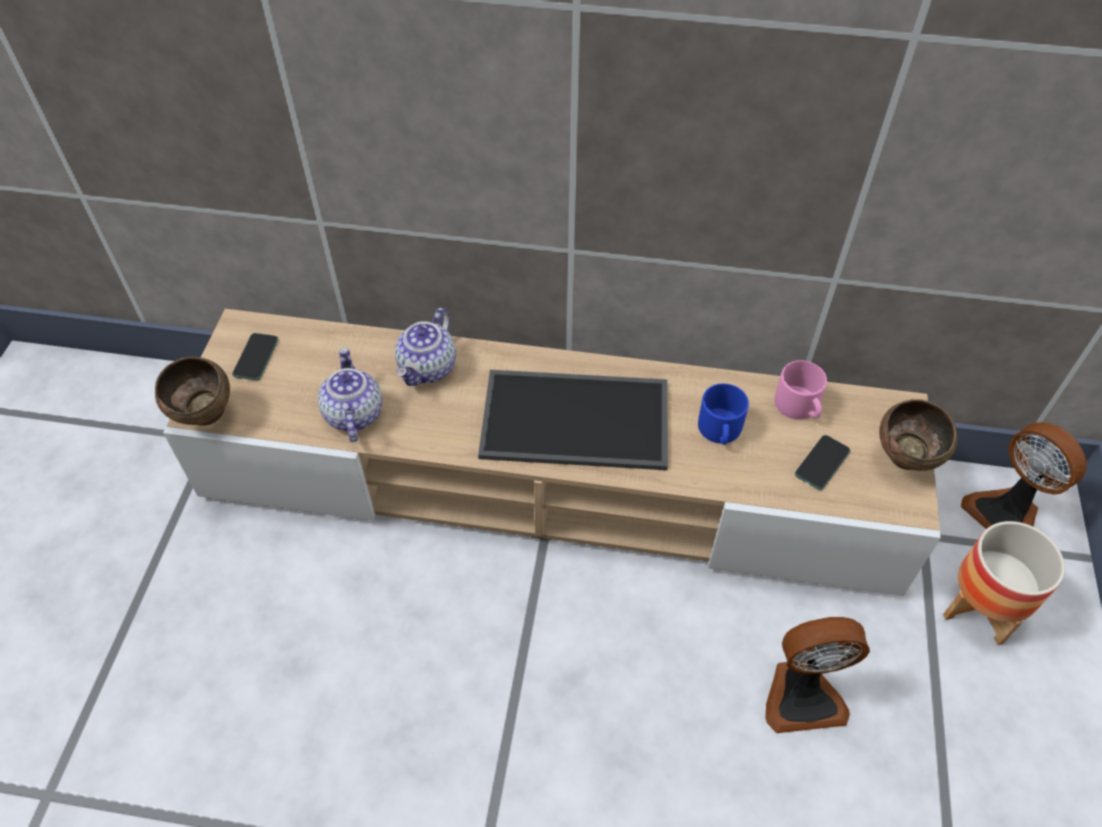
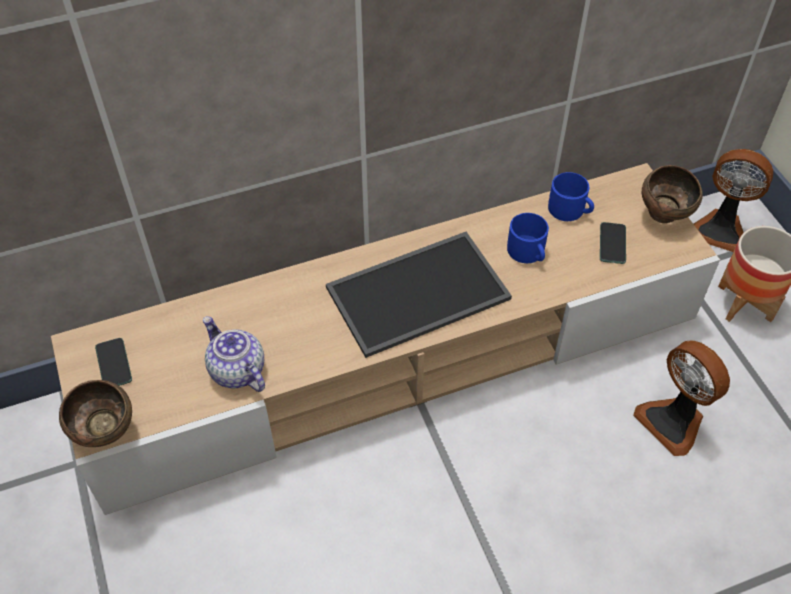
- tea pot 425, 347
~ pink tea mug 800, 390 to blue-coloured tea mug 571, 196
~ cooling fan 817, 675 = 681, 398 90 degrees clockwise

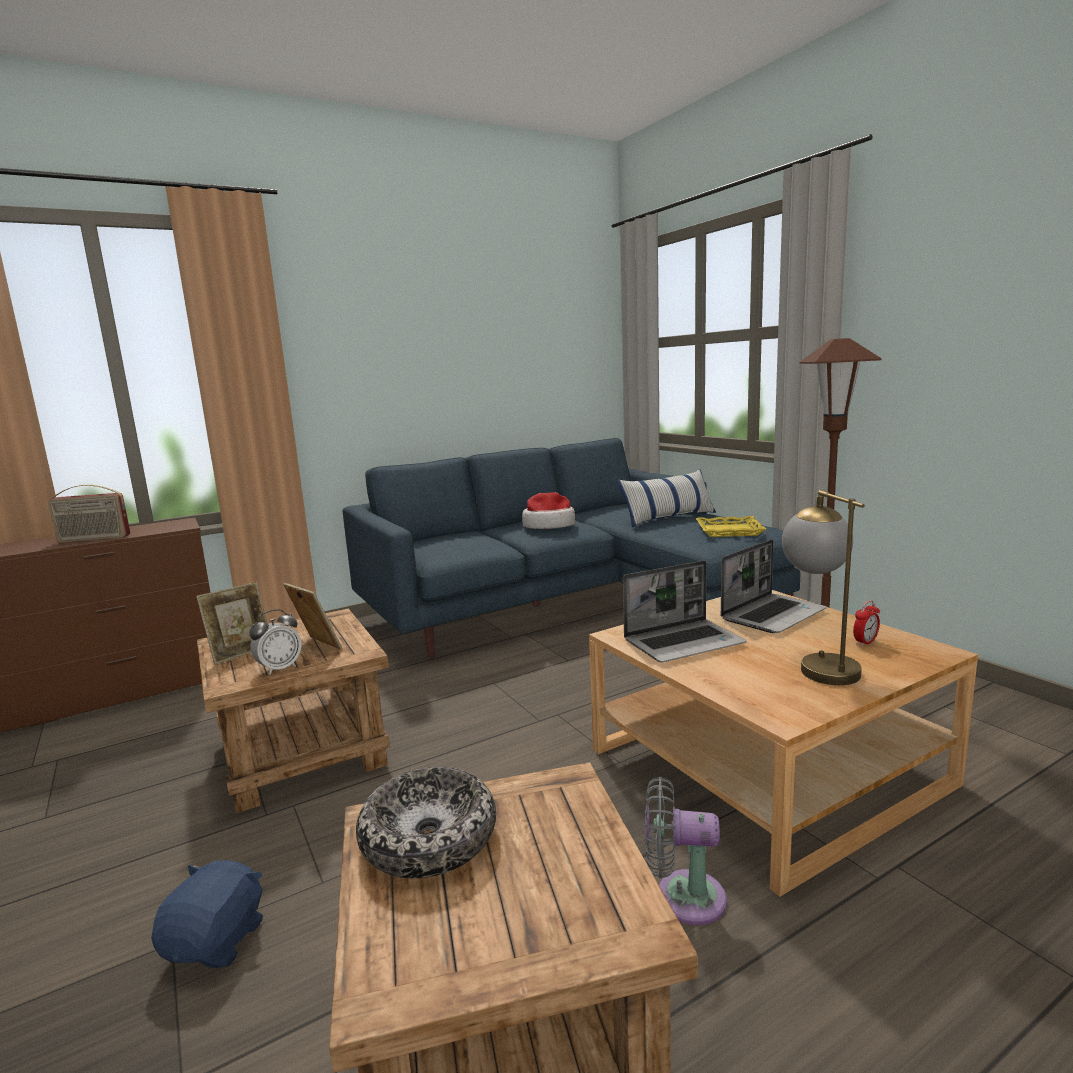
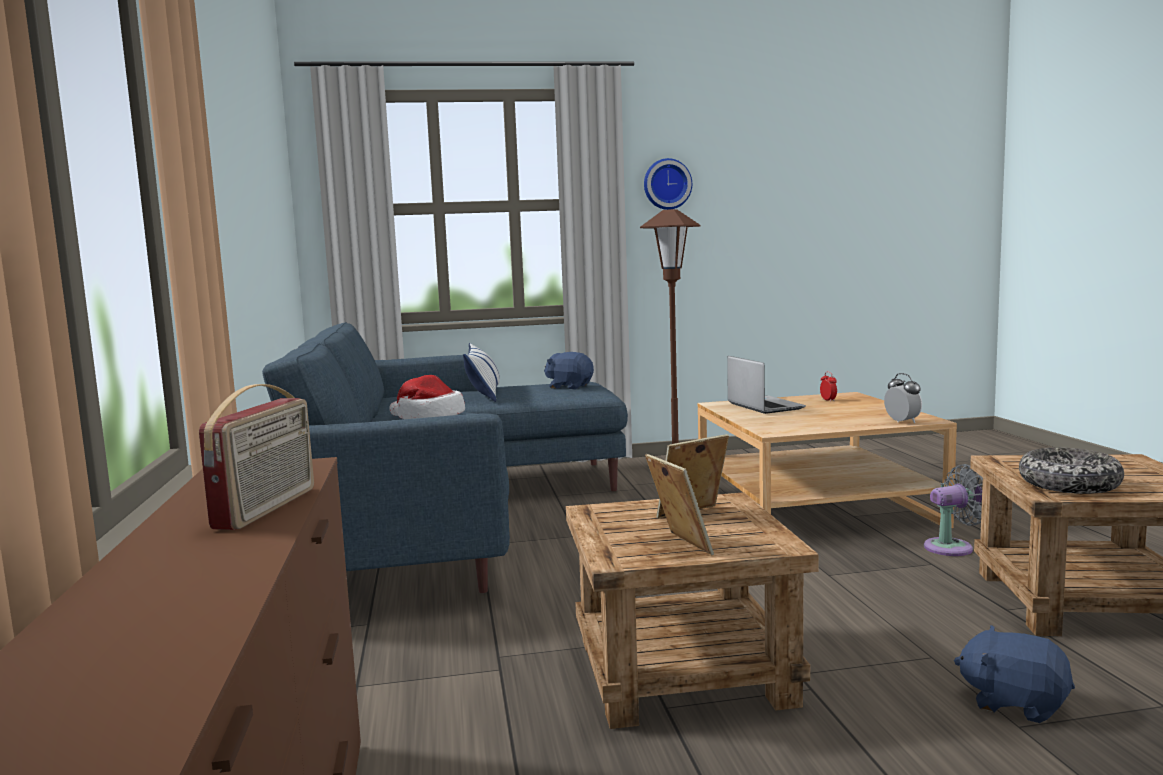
- table lamp 823, 587
~ yellowish serving tray 731, 526 to blue-coloured cuddly toy 569, 370
- portable computer 684, 611
~ table clock 275, 642 to 903, 398
~ gray cooling fan 686, 851 = 953, 510 135 degrees counterclockwise
+ hanging clock 668, 184

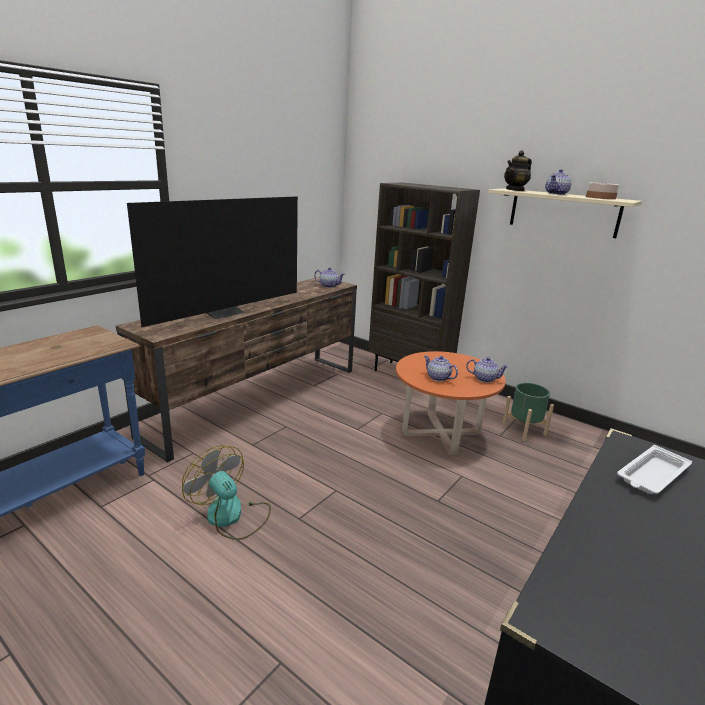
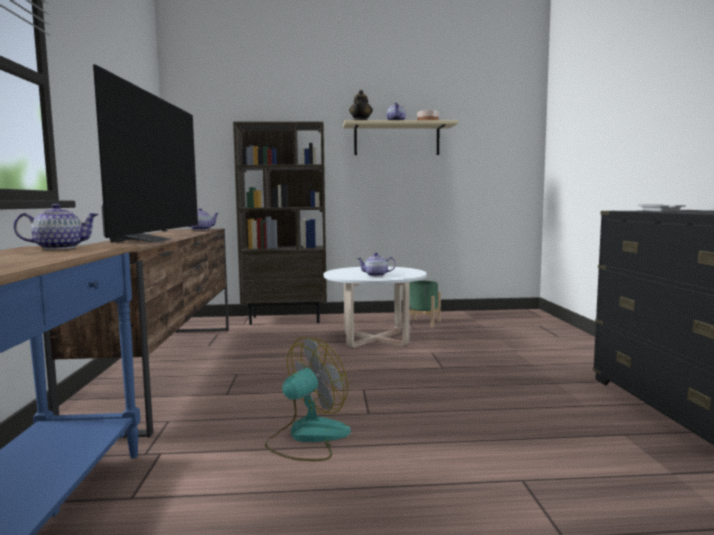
~ orange-coloured coffee table 451, 403 to white-coloured coffee table 375, 307
~ tea pot 487, 370 to 56, 226
~ cooling fan 226, 492 = 308, 399 135 degrees clockwise

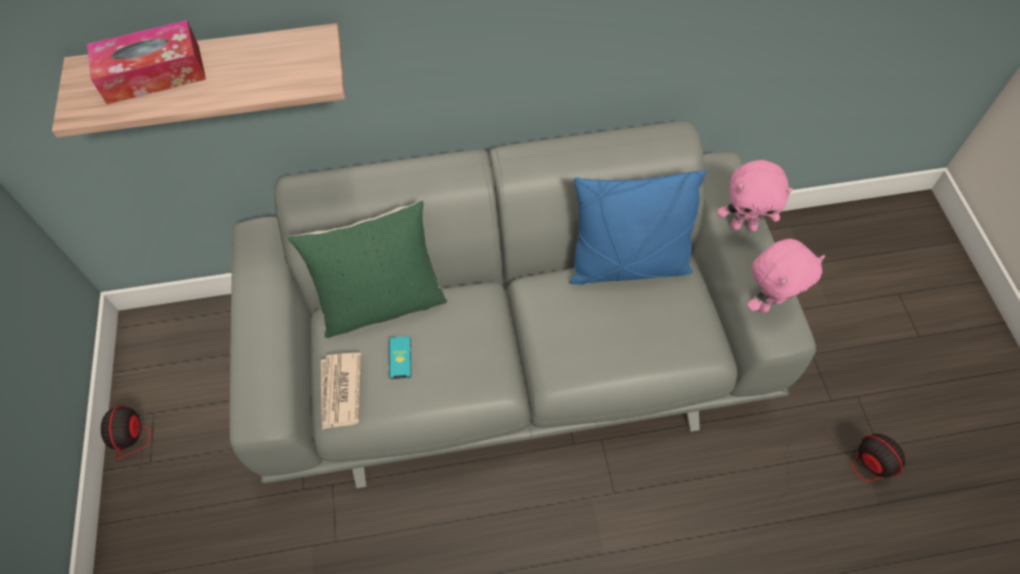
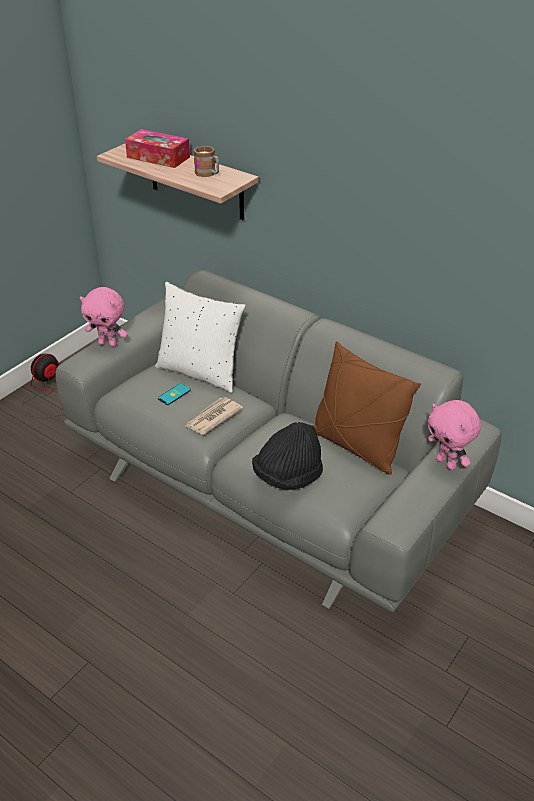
~ blue-coloured cushion 638, 227 to brown cushion 366, 408
~ green cushion 367, 269 to white-coloured cushion 200, 337
~ pink cuddly toy 786, 276 to 104, 317
~ newspaper 341, 391 to 214, 416
- cooling fan 839, 465
+ tea mug 206, 161
+ black-coloured clothing hat 287, 456

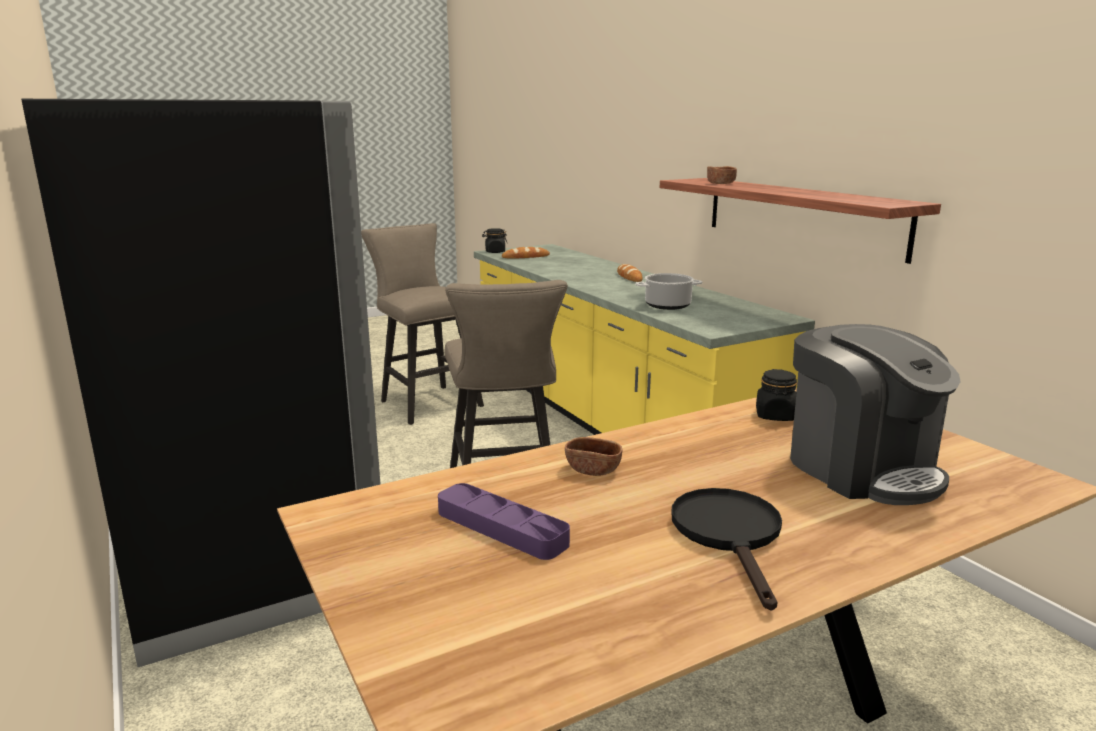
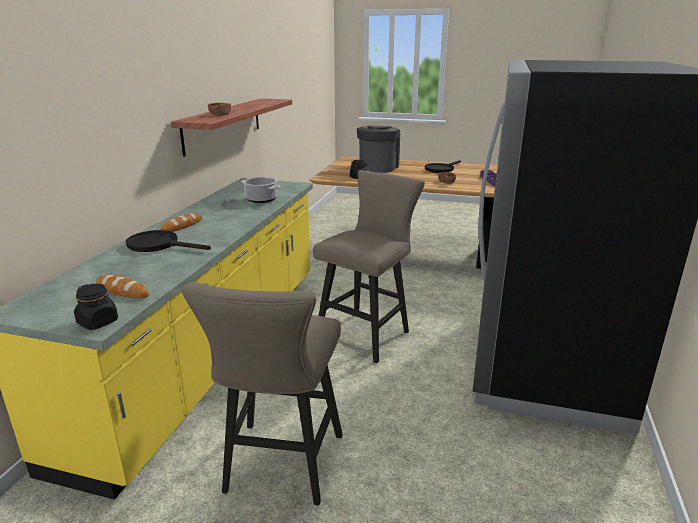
+ black-coloured frying pan 168, 241

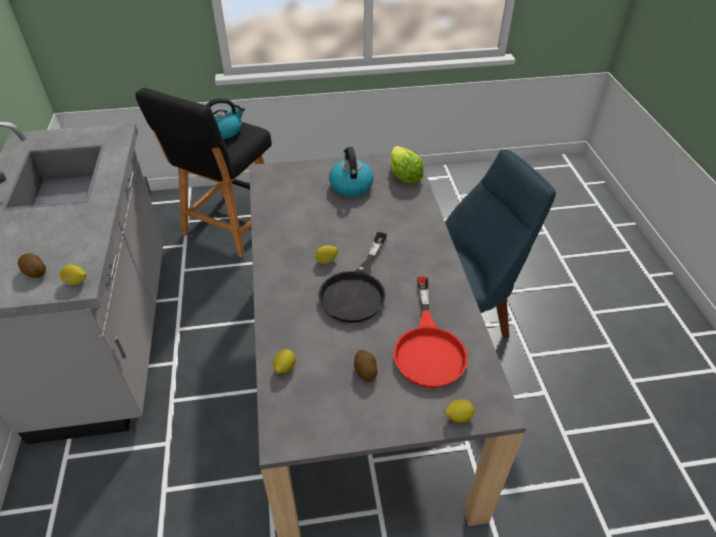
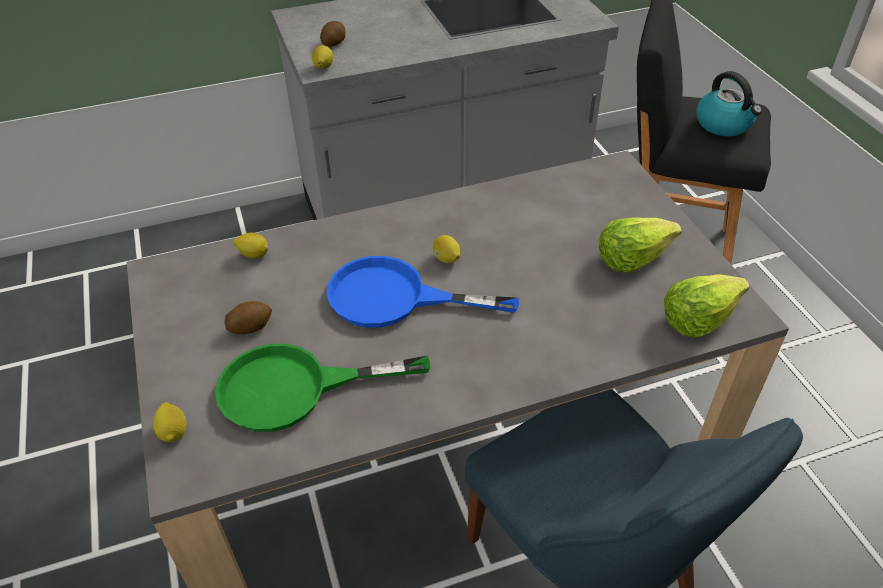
~ tea kettle 351, 172 to lettuce head 640, 245
~ black-coloured frying pan 352, 277 to blue-coloured frying pan 422, 292
~ red frying pan 430, 332 to green frying pan 322, 388

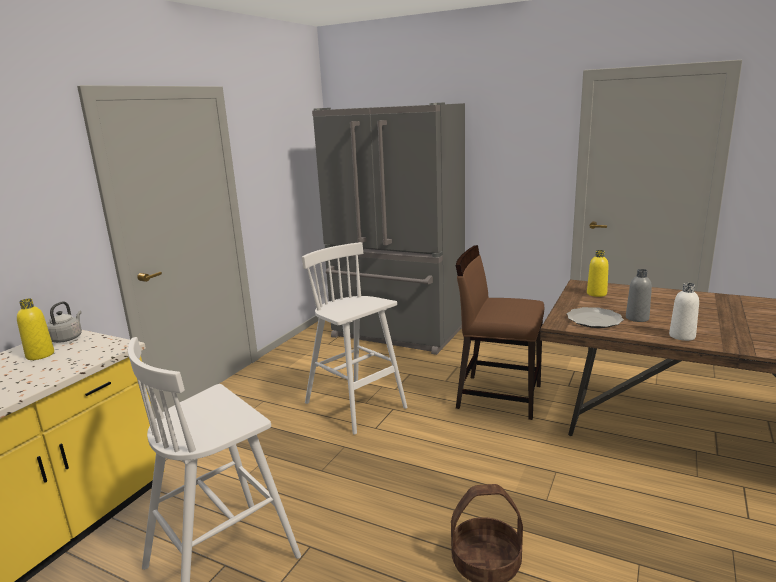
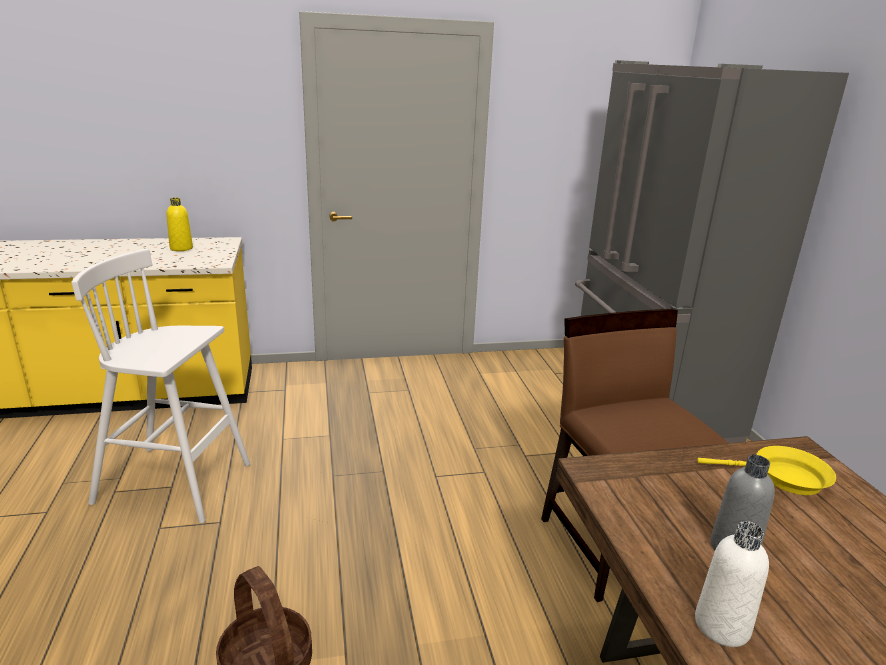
- white-coloured stool seat 354, 338
~ yellowish bottle 598, 273 to yellowish frying pan 767, 470
- gray tea kettle 64, 322
- plate 595, 317

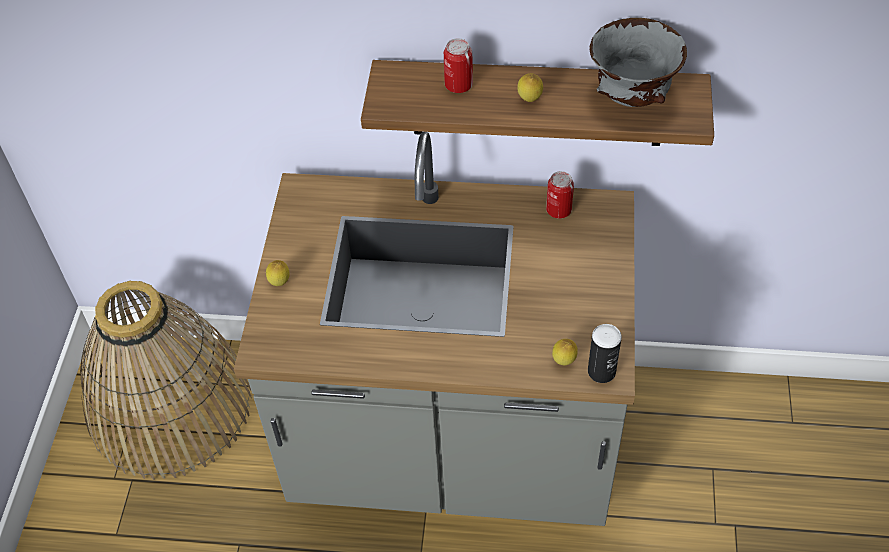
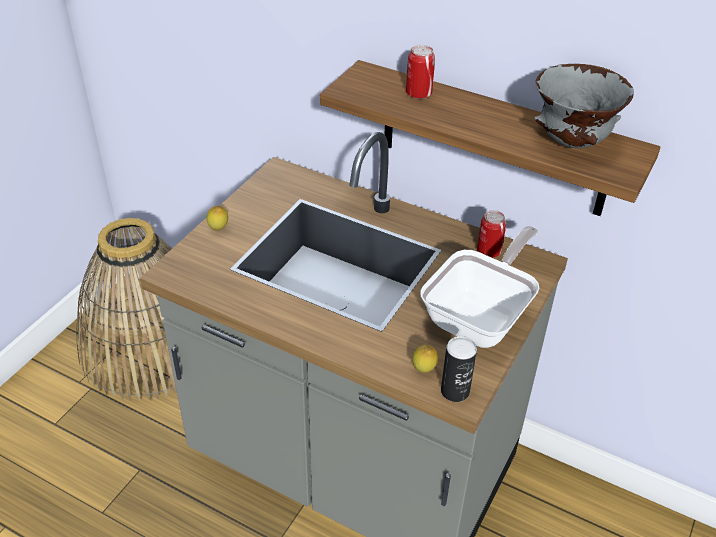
- whole lemon 530, 87
+ frying pan 480, 287

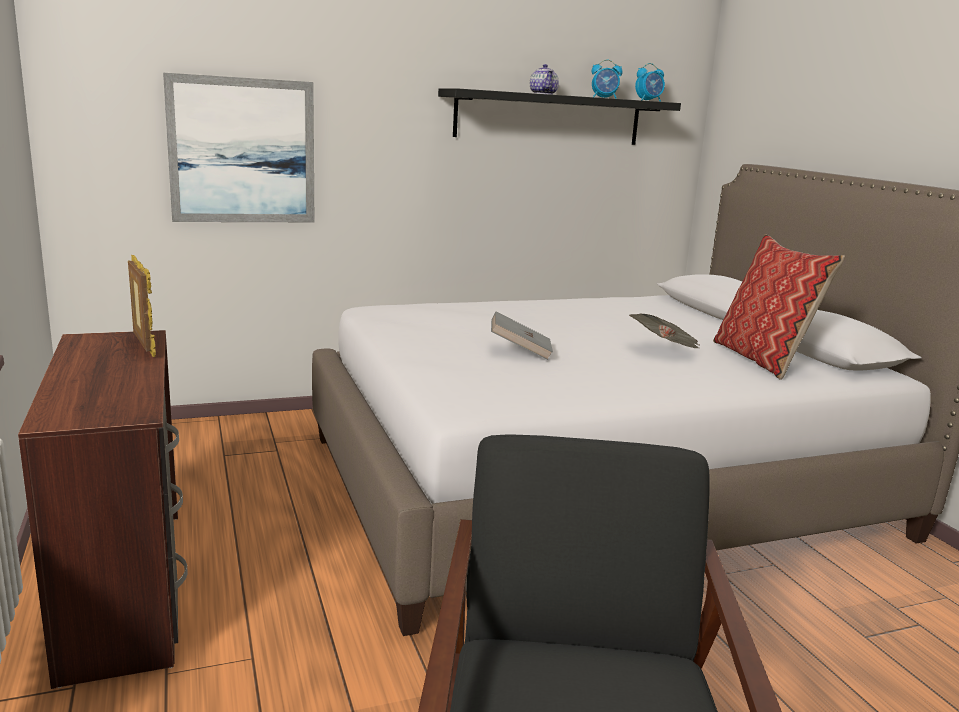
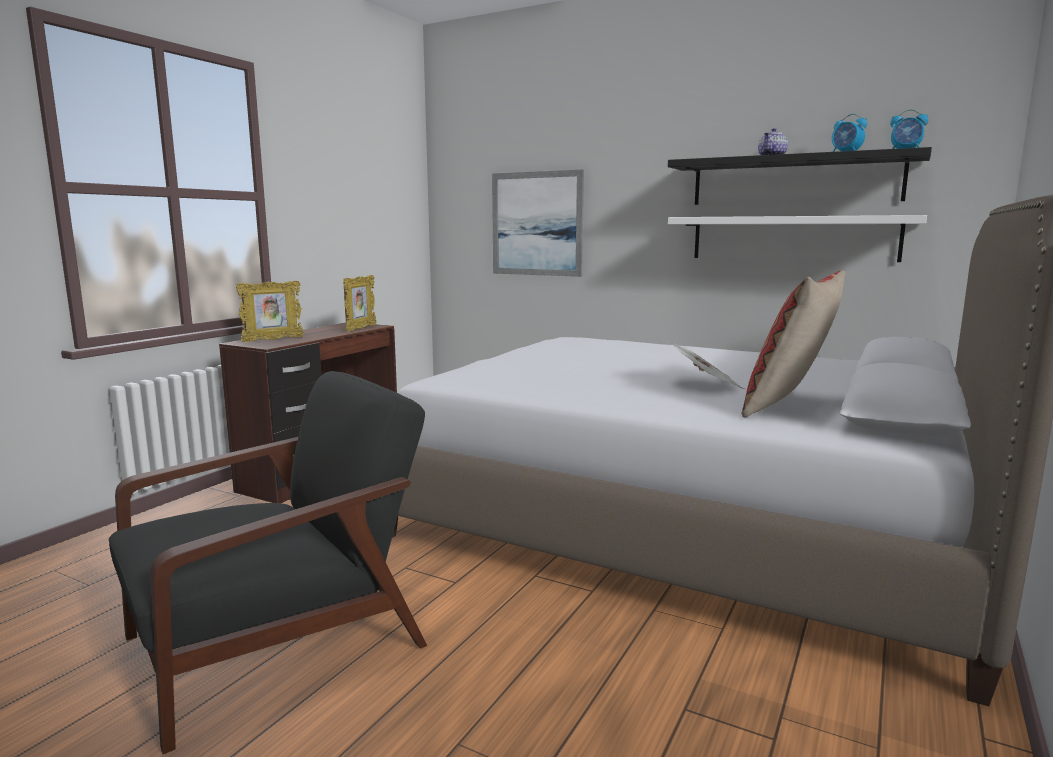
- gray bound book 522, 336
+ white-coloured bracket shelf 797, 238
+ photo frame 270, 311

